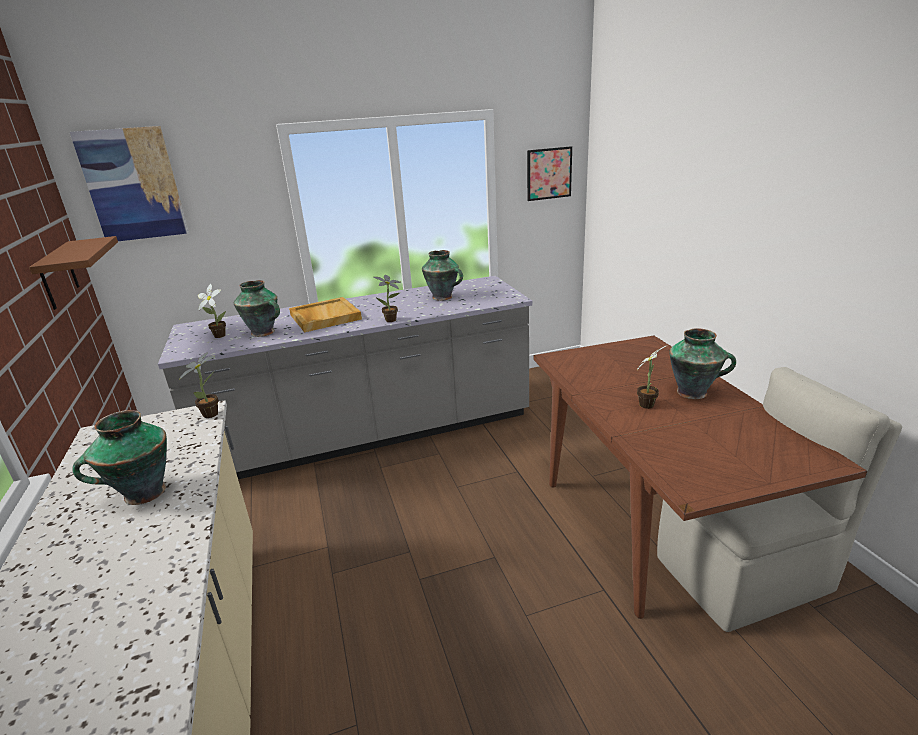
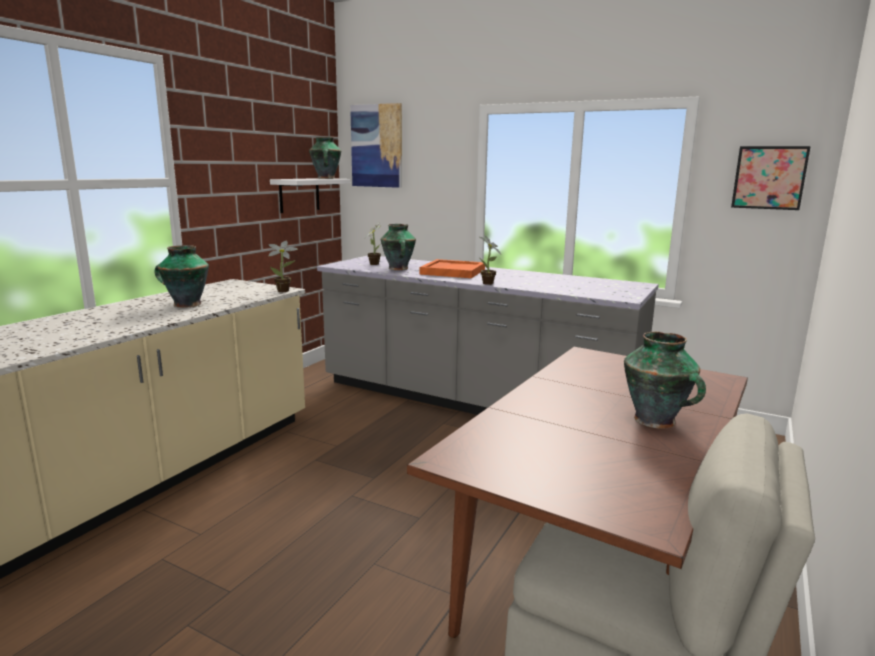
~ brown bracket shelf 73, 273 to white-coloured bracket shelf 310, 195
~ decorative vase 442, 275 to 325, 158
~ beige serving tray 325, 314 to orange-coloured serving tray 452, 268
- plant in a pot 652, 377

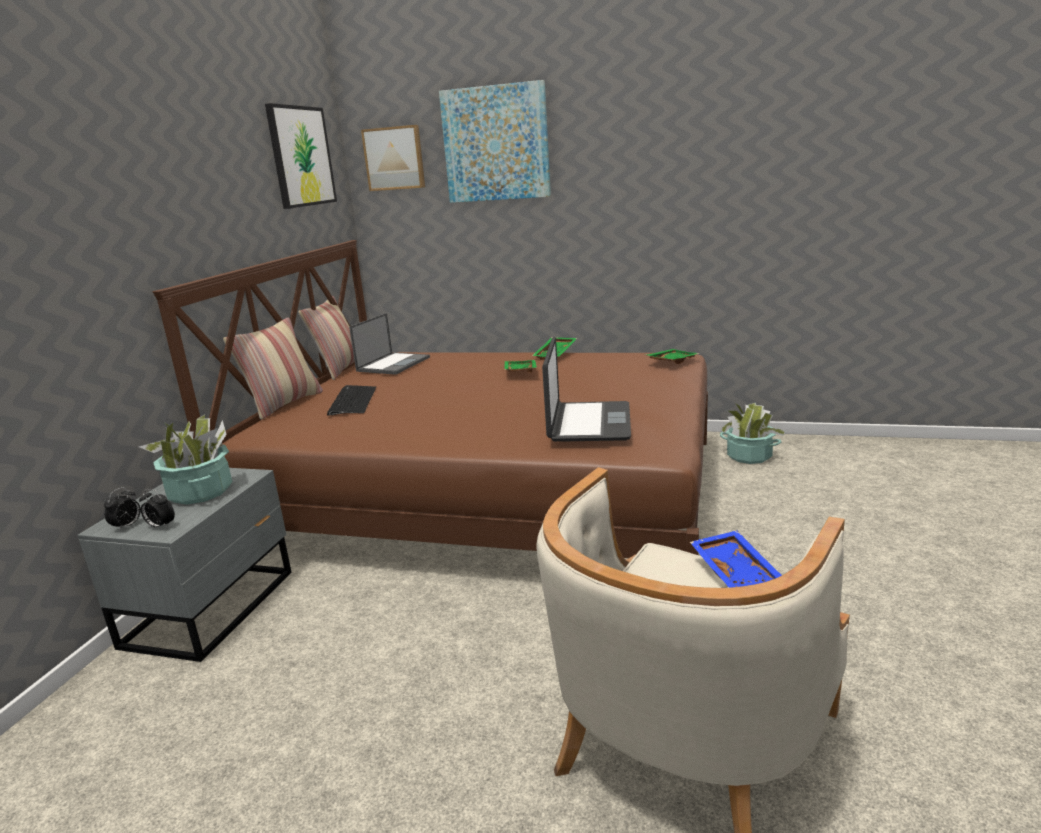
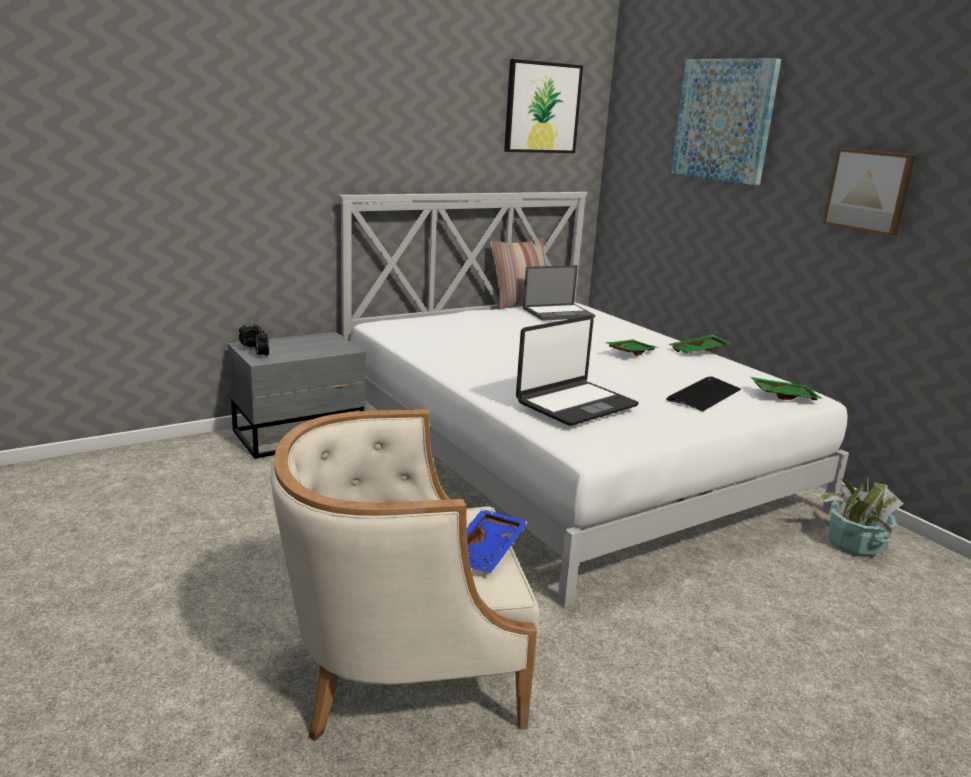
~ picture 393, 158 to 869, 192
~ brown bed 430, 399 to white-coloured bed 593, 400
- cushion 273, 369
~ computer keyboard 351, 400 to 703, 393
- plant in a pot 185, 460

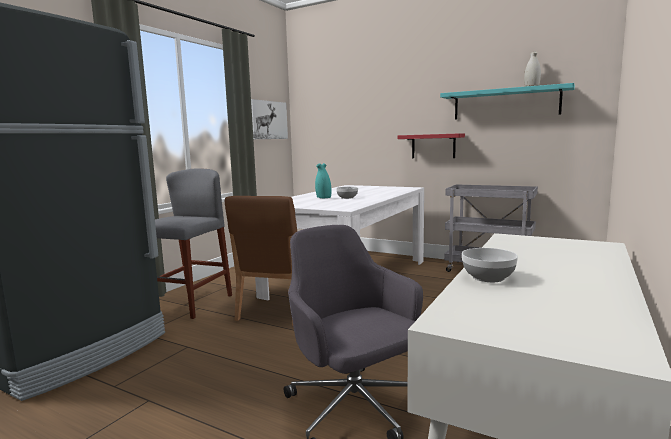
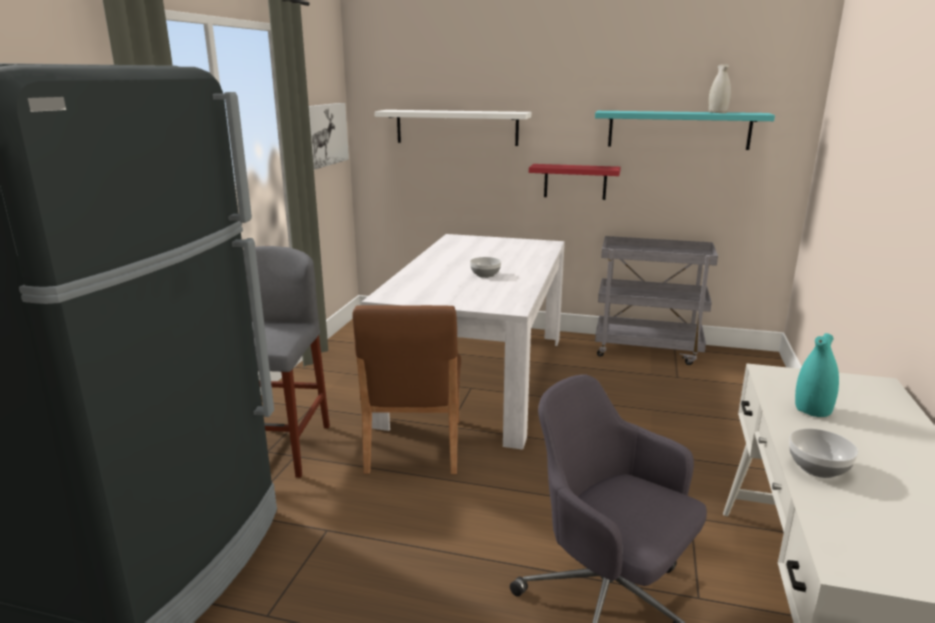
~ blue-green decorative vase 323, 180 to 817, 375
+ white-coloured bracket shelf 453, 128

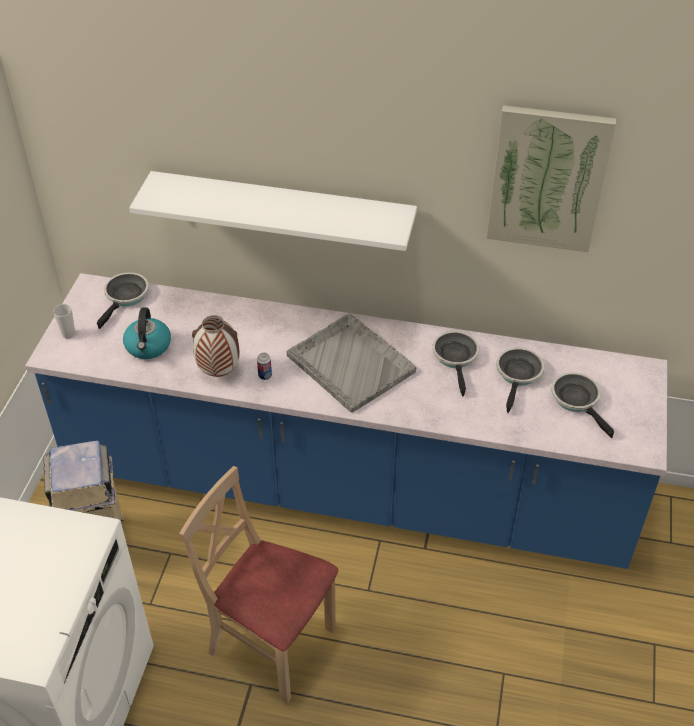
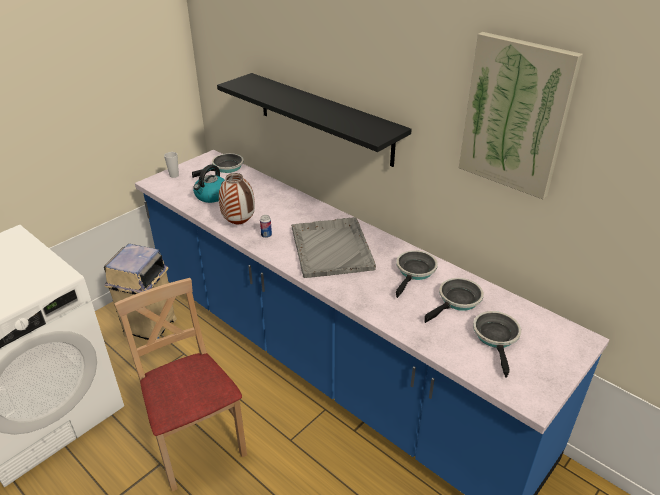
~ white-coloured bracket shelf 273, 211 to black-coloured bracket shelf 314, 120

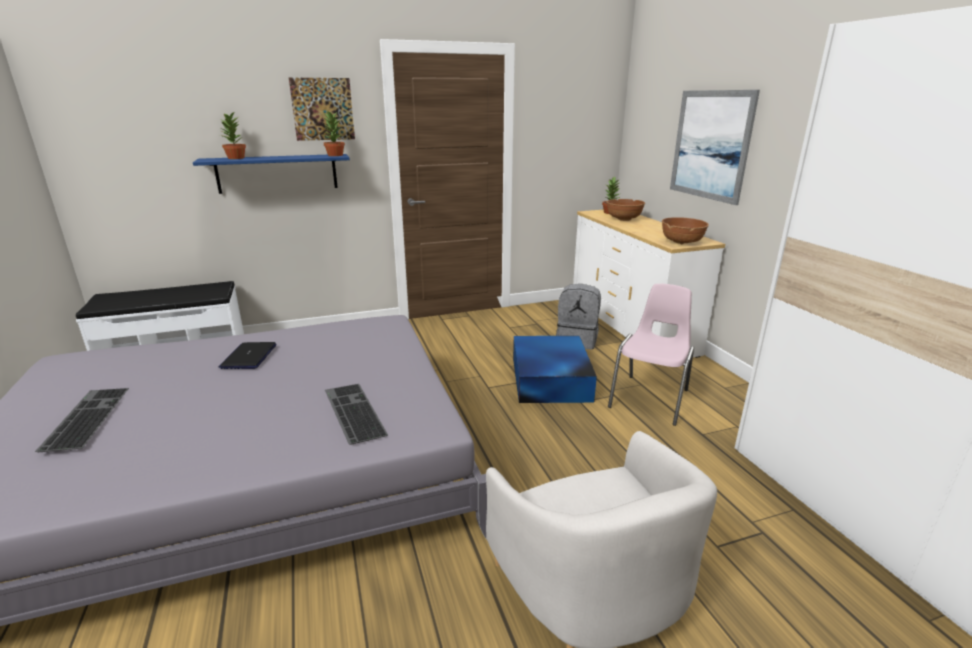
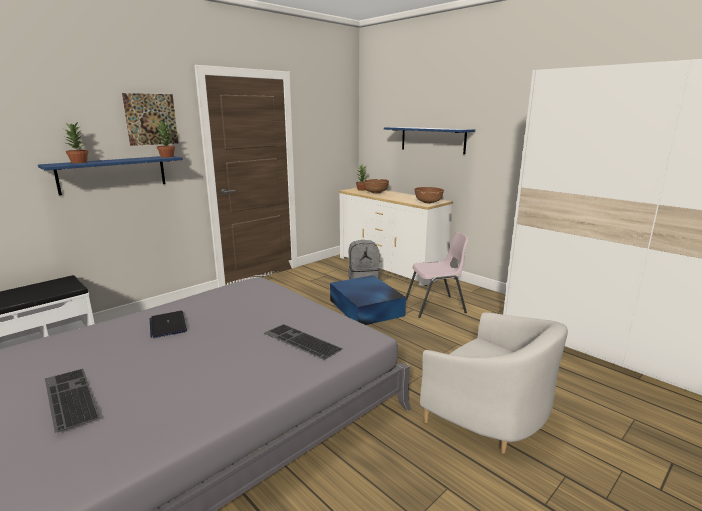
~ picture 715, 147 to blue-coloured bracket shelf 429, 140
~ pink plain chair 651, 355 = 437, 275 75 degrees clockwise

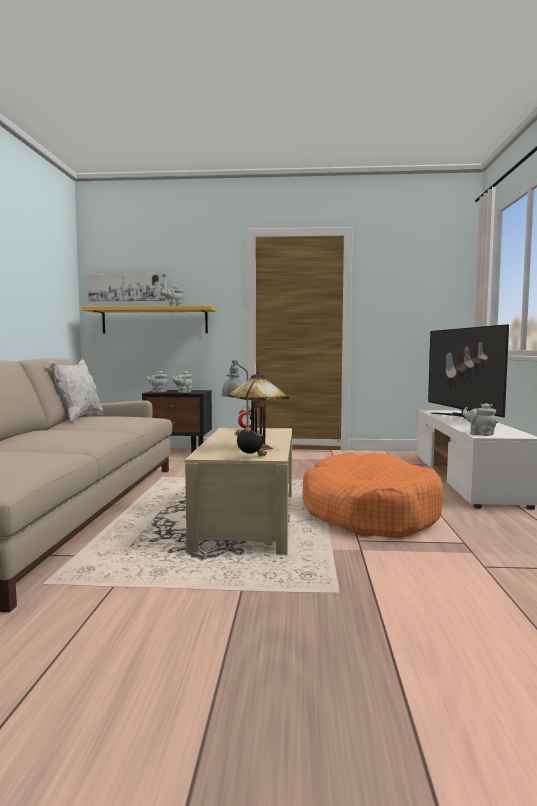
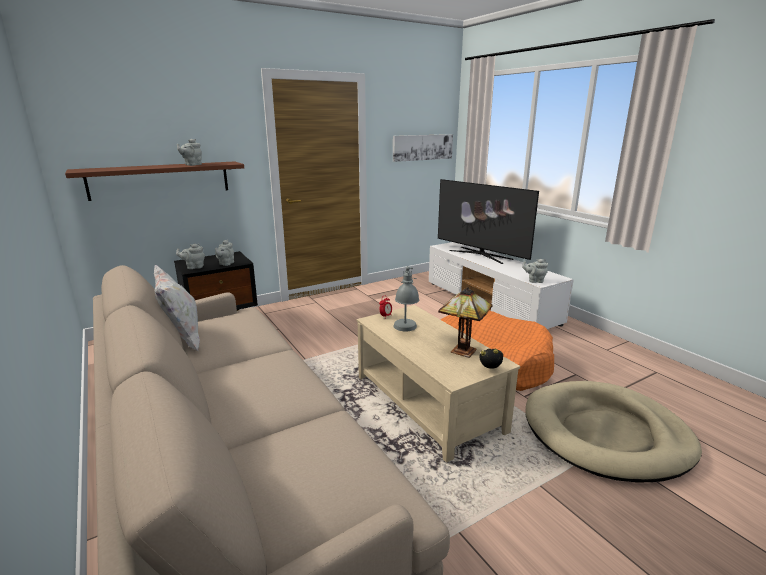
~ picture 127, 287 to 423, 148
~ yellowish bracket shelf 149, 320 to brown bracket shelf 154, 181
+ beige dog cushion 613, 432

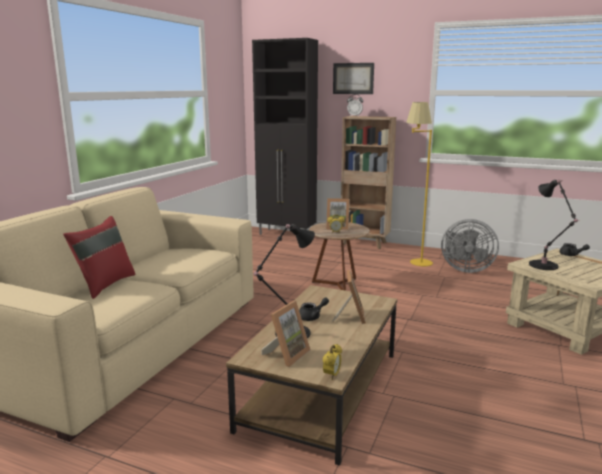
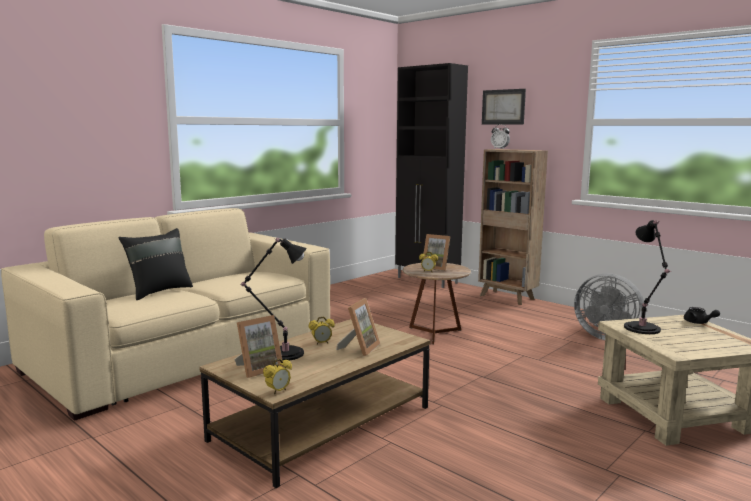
- yellowish floor lamp 419, 184
~ red cushion 99, 257 to black-coloured cushion 155, 264
~ black-coloured tea pot 314, 309 to table clock 322, 330

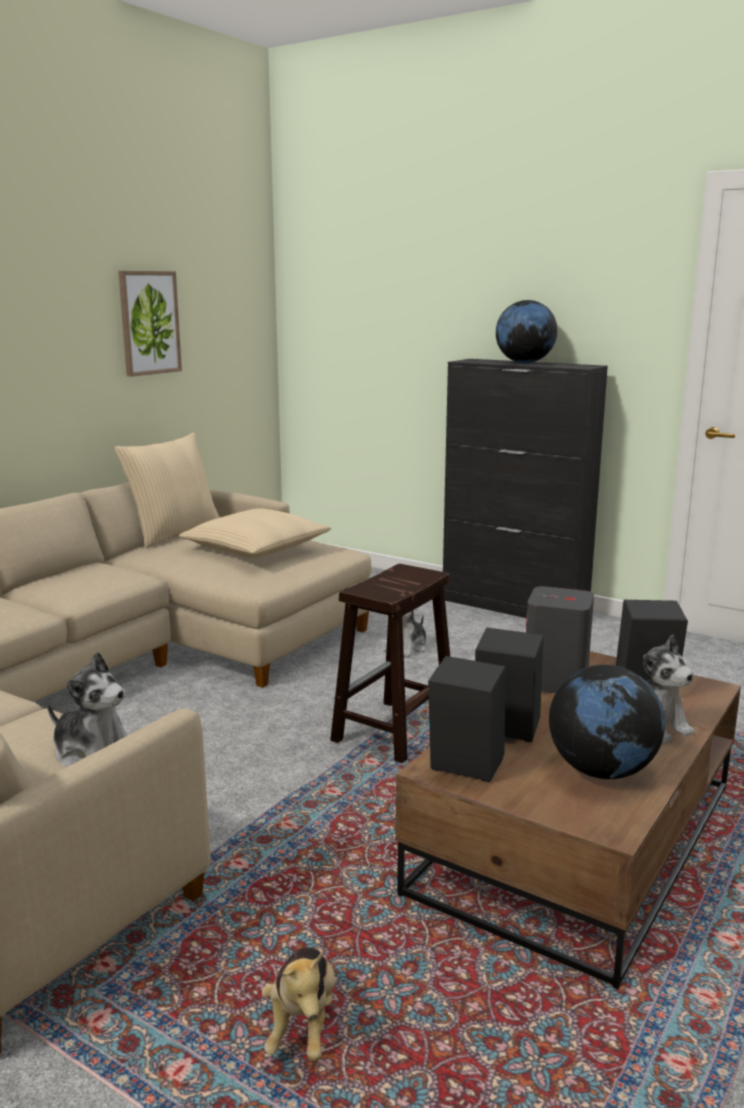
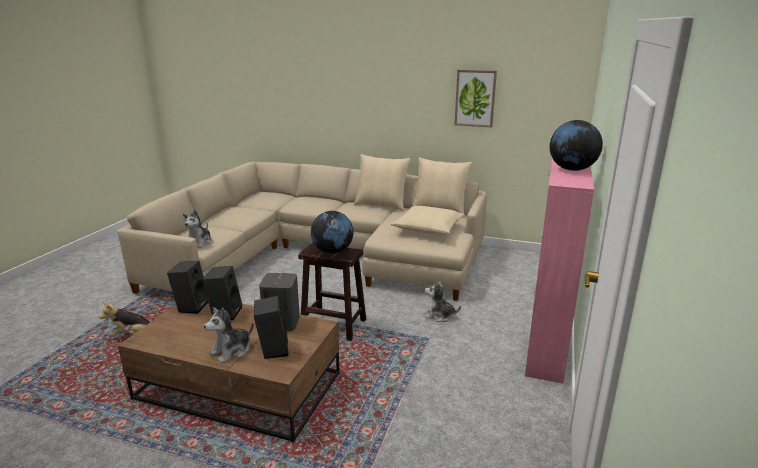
~ black-coloured storage cabinet 525, 488 to pink storage cabinet 559, 271
~ desk globe 607, 722 to 332, 232
+ beige cushion 382, 182

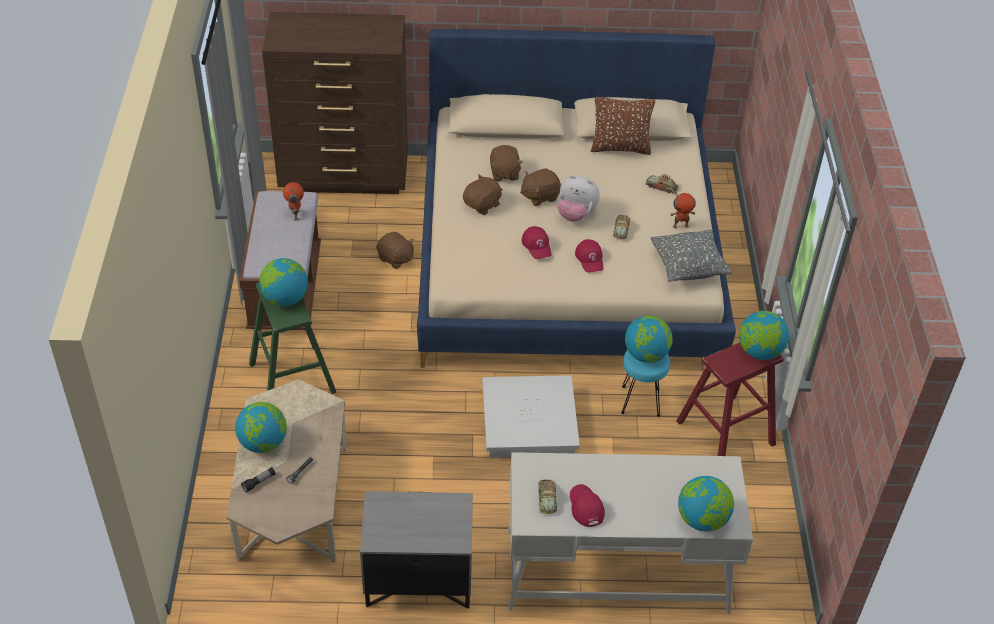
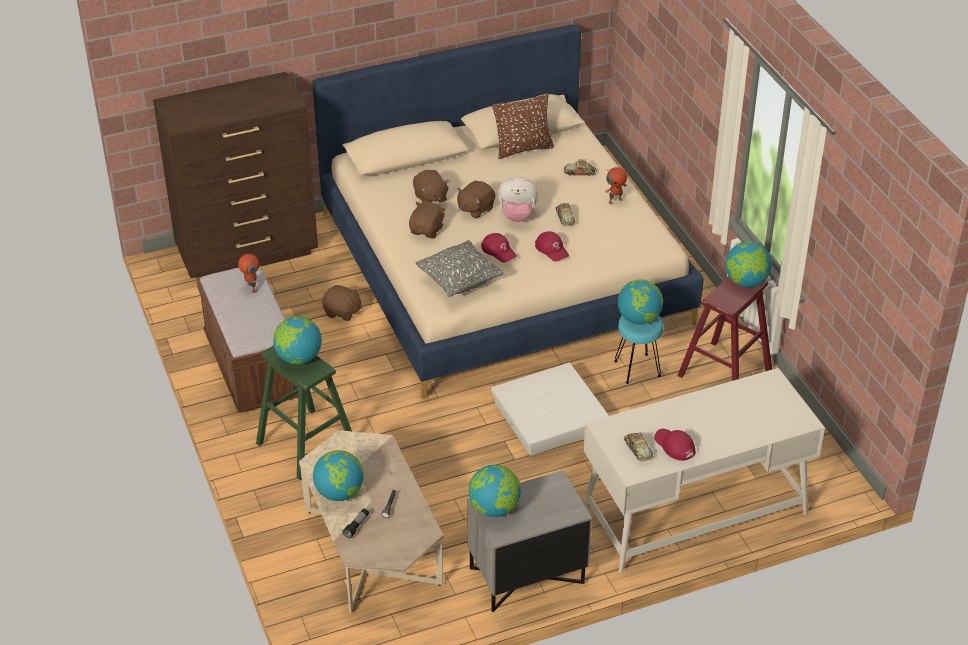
~ gray cushion 691, 255 to 459, 268
~ desk globe 706, 504 to 495, 491

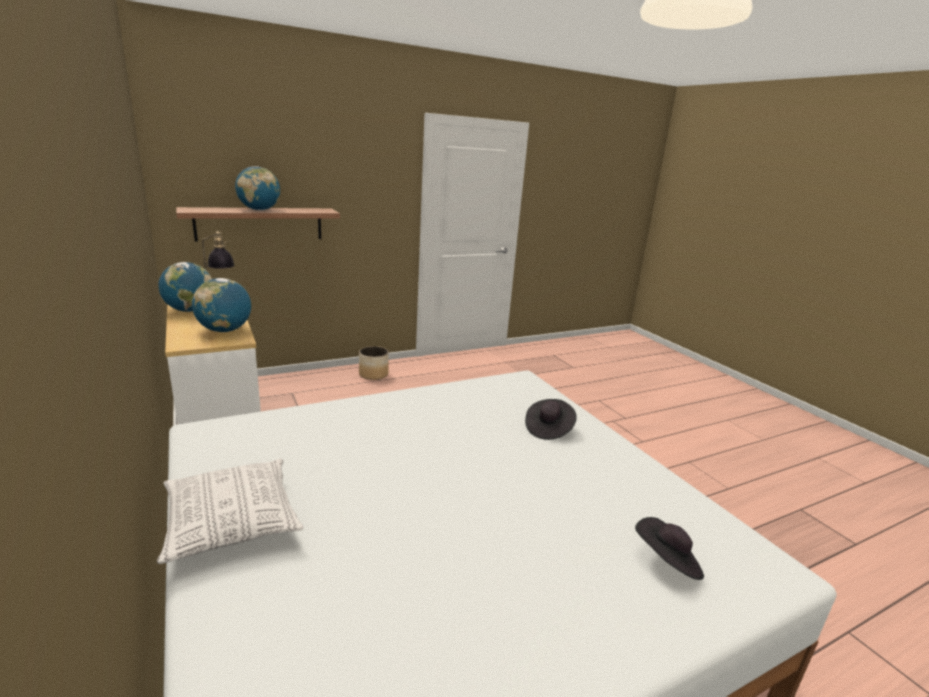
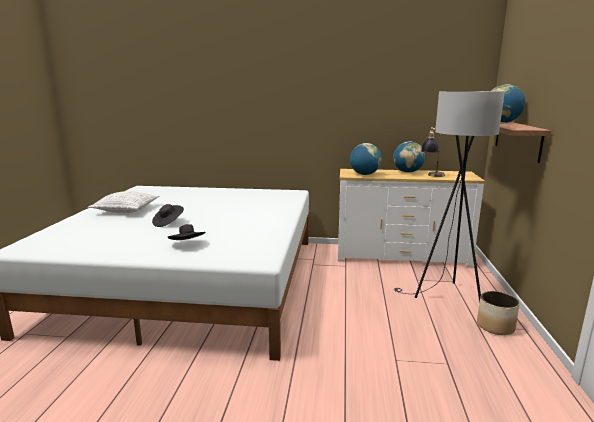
~ cushion 230, 511 to 123, 202
~ black-coloured clothing hat 669, 548 to 168, 215
+ gray floor lamp 449, 197

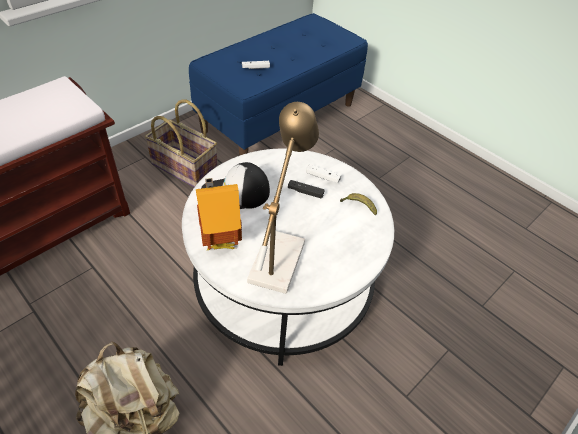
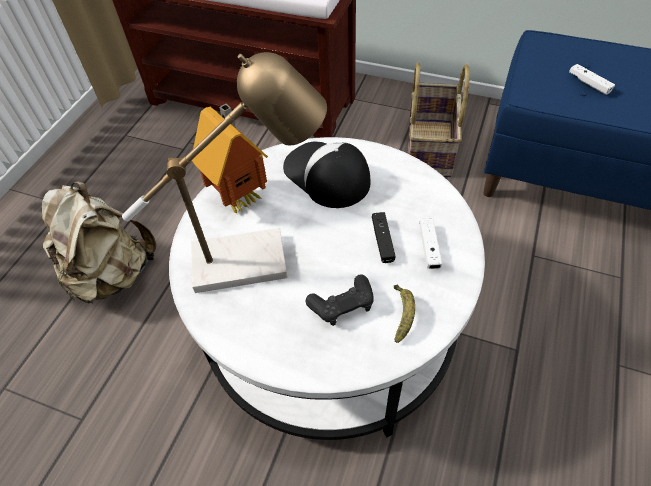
+ black-coloured gamepad 340, 300

